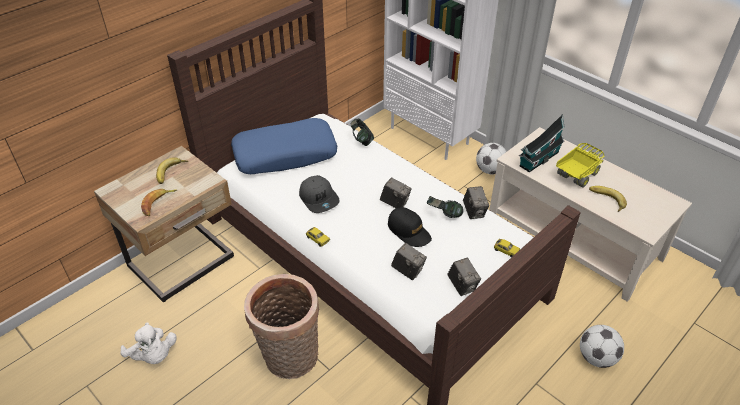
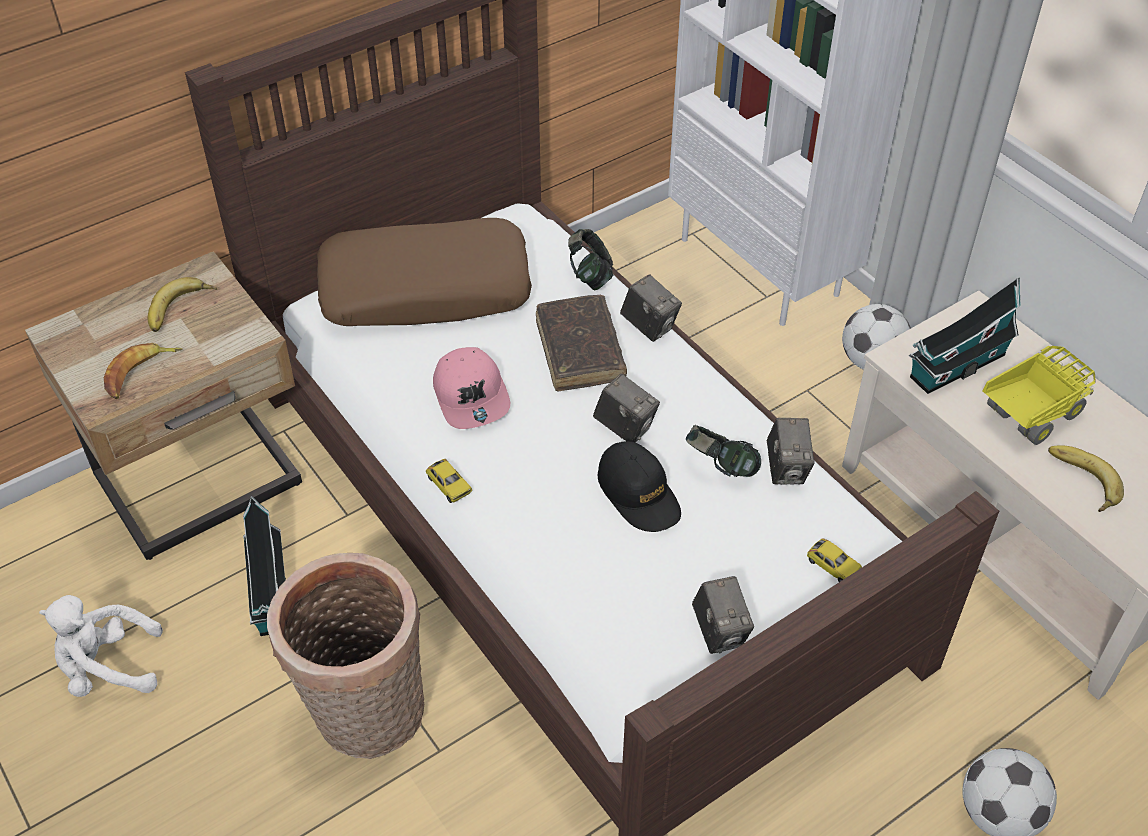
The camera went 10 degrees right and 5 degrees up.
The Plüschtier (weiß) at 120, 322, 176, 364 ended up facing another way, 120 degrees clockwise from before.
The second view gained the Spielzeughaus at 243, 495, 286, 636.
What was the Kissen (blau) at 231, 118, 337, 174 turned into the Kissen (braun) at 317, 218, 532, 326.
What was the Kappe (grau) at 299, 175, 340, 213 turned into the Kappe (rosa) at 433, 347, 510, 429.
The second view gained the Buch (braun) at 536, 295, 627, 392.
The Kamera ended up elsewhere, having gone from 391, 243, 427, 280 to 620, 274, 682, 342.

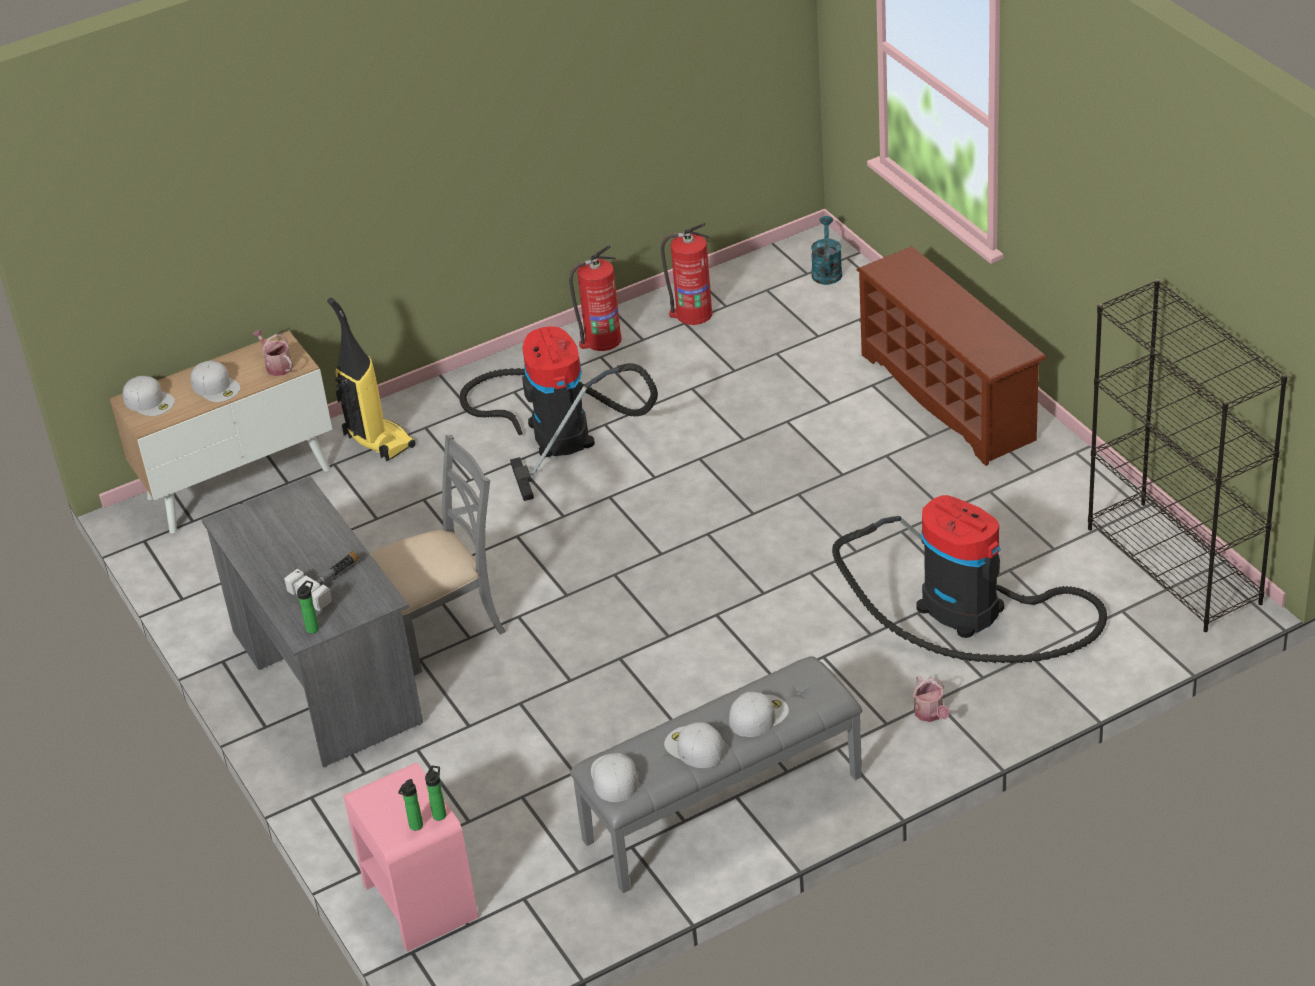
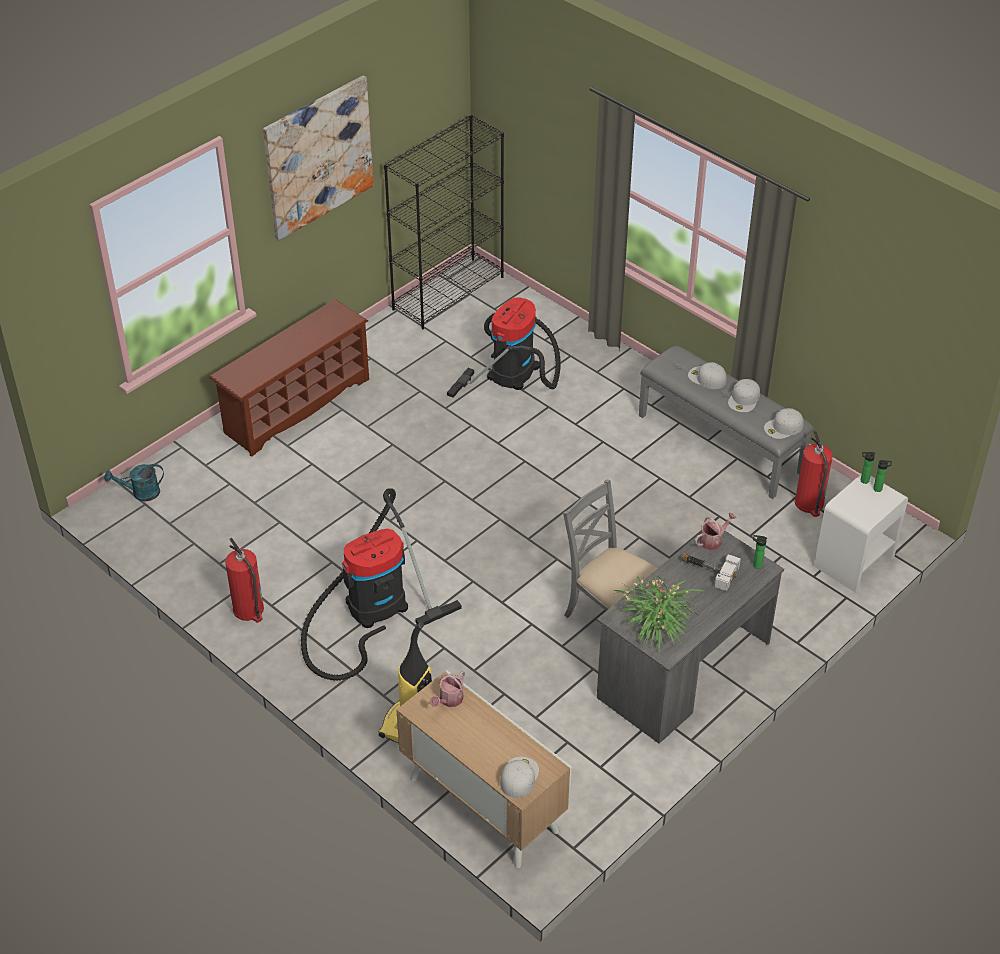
The camera went 110 degrees left and 5 degrees up.
The second view gained the Bild at 263, 75, 374, 240.
The second view gained the Topfpflanze at 614, 576, 703, 651.
The Gießkanne ended up elsewhere, having gone from 913, 675, 950, 722 to 695, 512, 737, 550.
The Feuerlöscher ended up elsewhere, having gone from 661, 223, 713, 325 to 795, 431, 833, 517.
What was the Nachttisch (rosa) at 343, 762, 479, 952 turned into the Nachttisch (weiß) at 814, 474, 908, 593.
The second view lost the Kappe (weiß) at 191, 361, 241, 402.

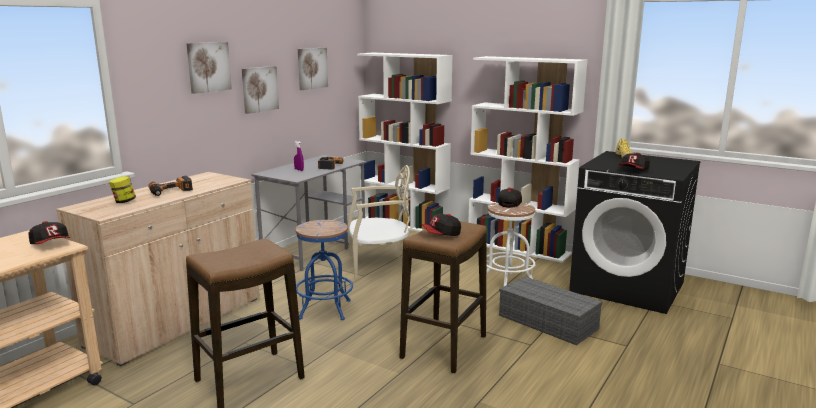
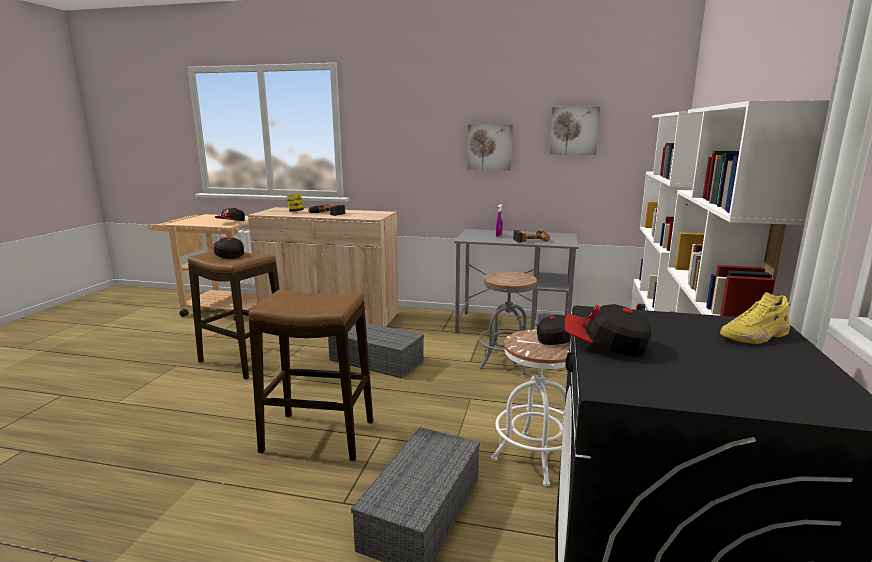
The camera went 70 degrees right and 0 degrees up.
The Kappe ended up elsewhere, having gone from 420, 214, 461, 236 to 212, 237, 244, 259.
Where the Hocker (blau) stood at 296, 220, 353, 320, the Aufbewahrungsbox (grau) came to stand at 328, 323, 424, 378.
Where the Stuhl (beige) stood at 348, 165, 410, 279, the Hocker (grau) came to stand at 478, 271, 537, 375.
The second view lost the Bild at 186, 42, 232, 94.

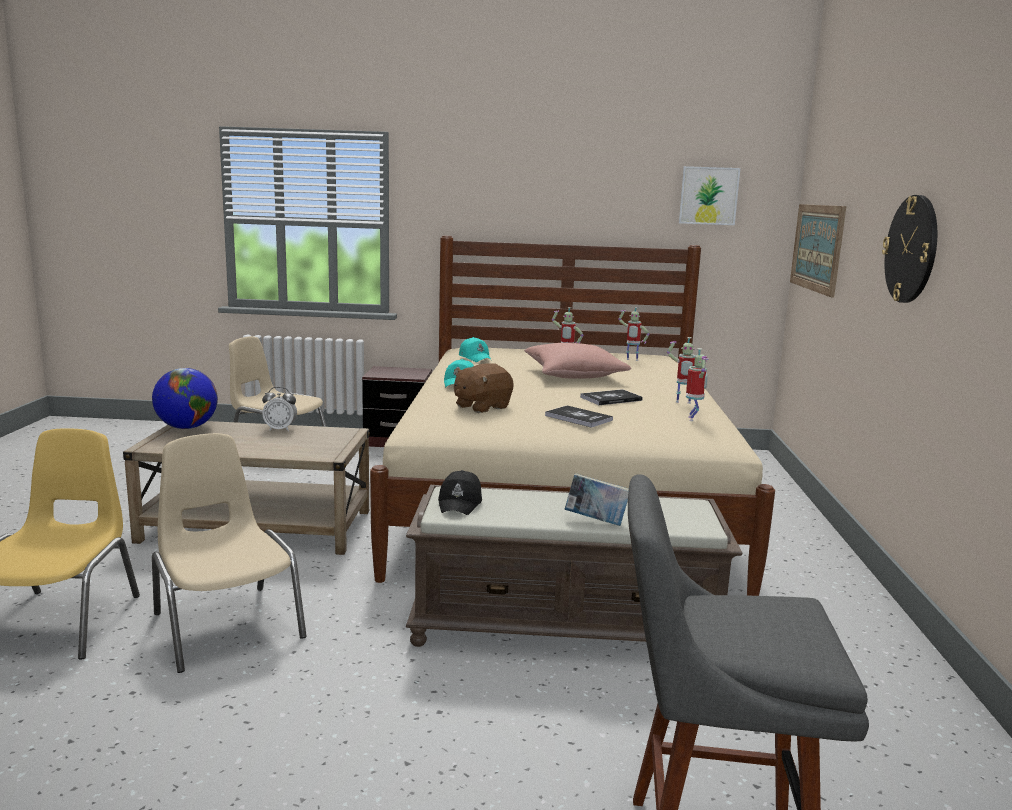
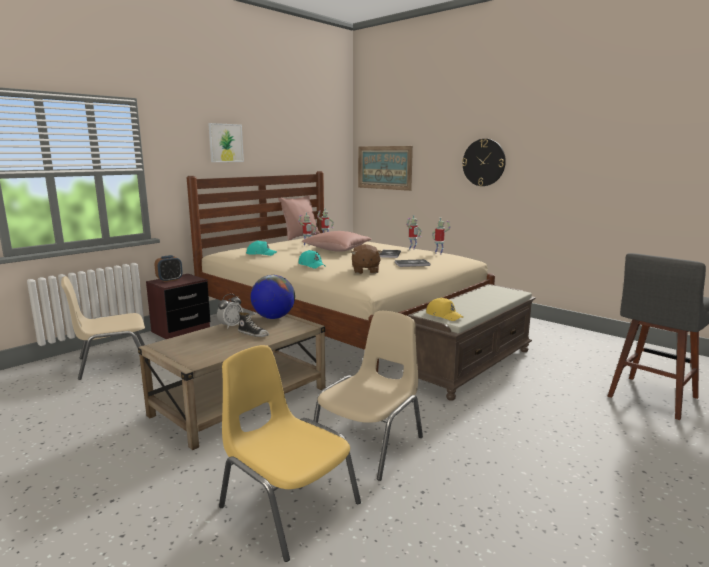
The camera went 50 degrees left and 0 degrees up.
The second view gained the Wecker at 155, 255, 183, 282.
The Bild ended up elsewhere, having gone from 679, 166, 741, 225 to 208, 123, 244, 162.
The second view gained the Schuh at 238, 312, 269, 337.
The Globus ended up elsewhere, having gone from 152, 368, 218, 429 to 250, 275, 295, 319.
The second view gained the Kissen (rosa) at 278, 195, 320, 241.
The Stuhl (beige) at 152, 433, 307, 673 ended up facing another way, 120 degrees clockwise from before.
What was the Kappe (schwarz) at 438, 470, 482, 515 turned into the Kappe (gelb) at 426, 298, 463, 321.
The second view lost the Buch at 565, 473, 629, 526.

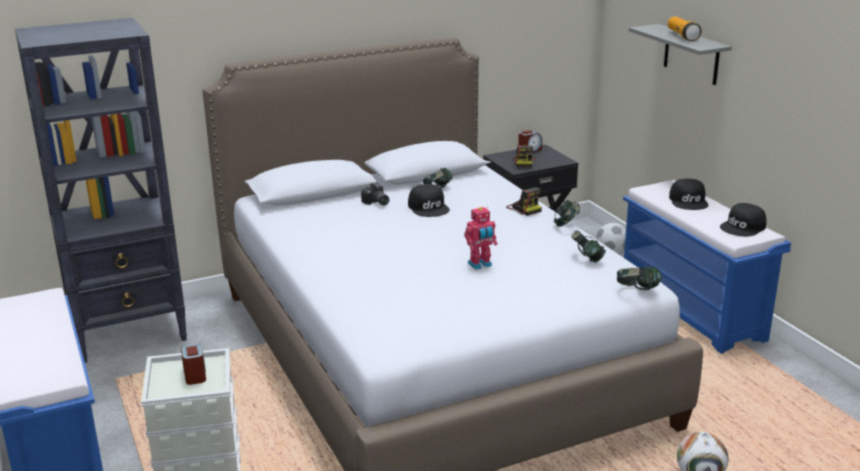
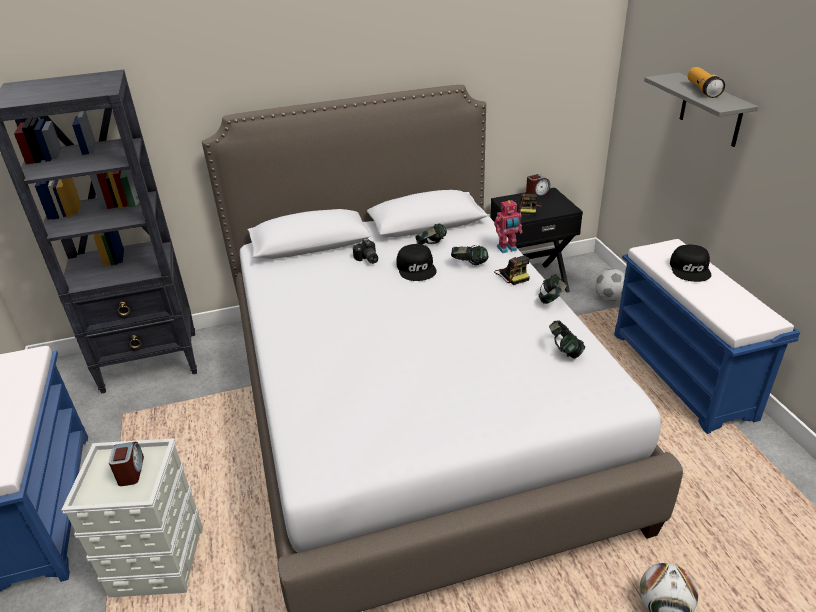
The camera went 10 degrees right and 10 degrees up.
The Kopfhörer ended up elsewhere, having gone from 617, 266, 662, 290 to 451, 245, 488, 265.
The Spielzeugroboter ended up elsewhere, having gone from 464, 207, 497, 270 to 494, 200, 522, 253.
The second view lost the Kappe (schwarz) at 720, 203, 767, 236.

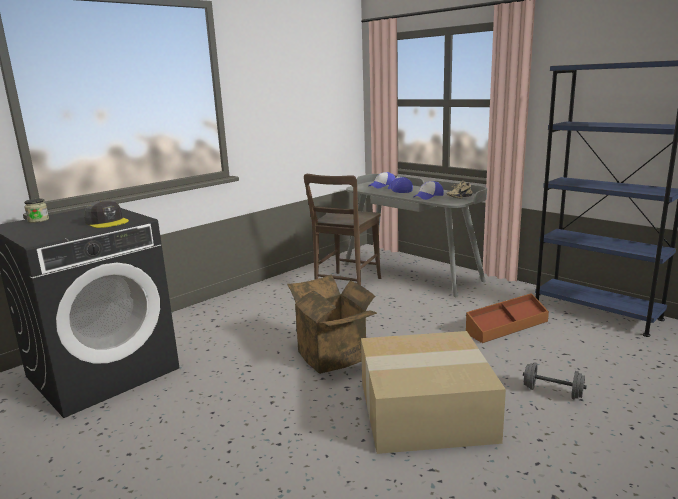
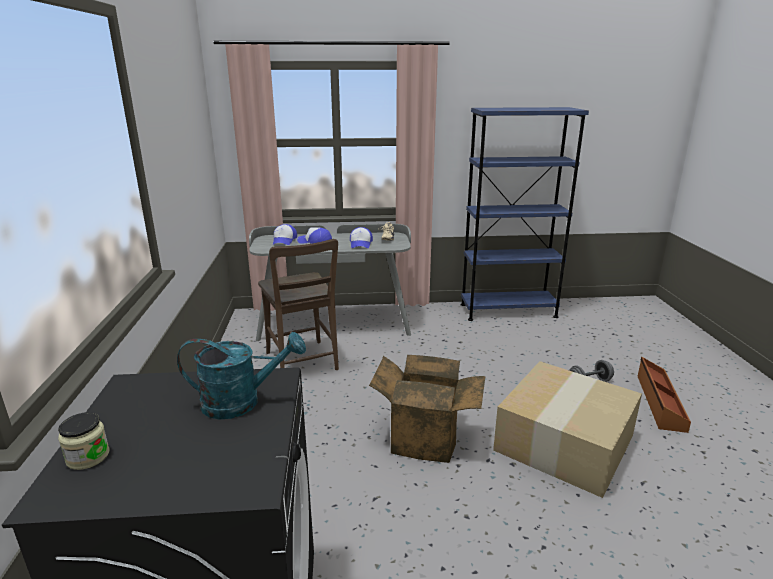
The camera went 50 degrees left and 5 degrees up.
Where the Kappe (grau) stood at 84, 200, 129, 228, the Gießkanne (türkis) came to stand at 177, 332, 306, 419.
The Aufbewahrungsbox (braun) ended up elsewhere, having gone from 466, 293, 549, 343 to 638, 357, 691, 433.

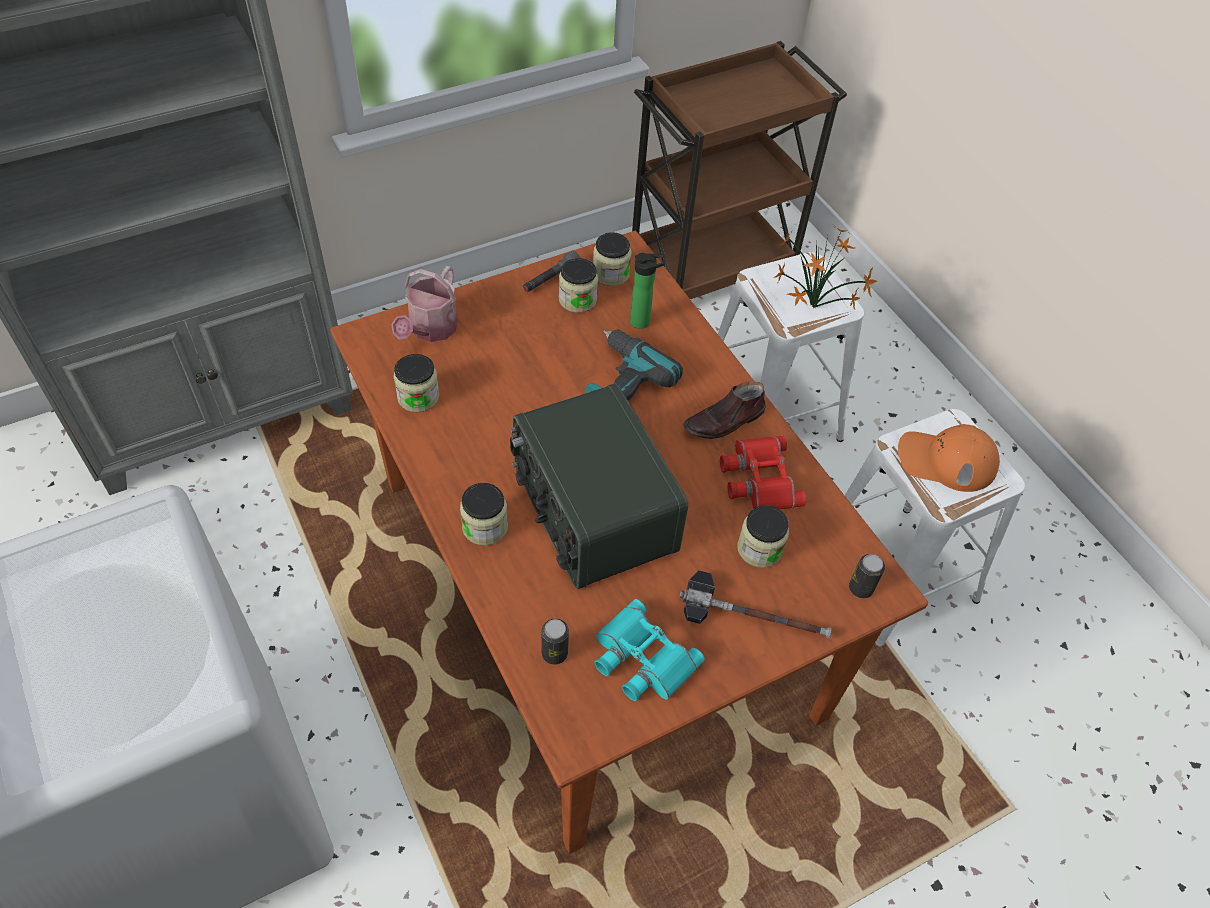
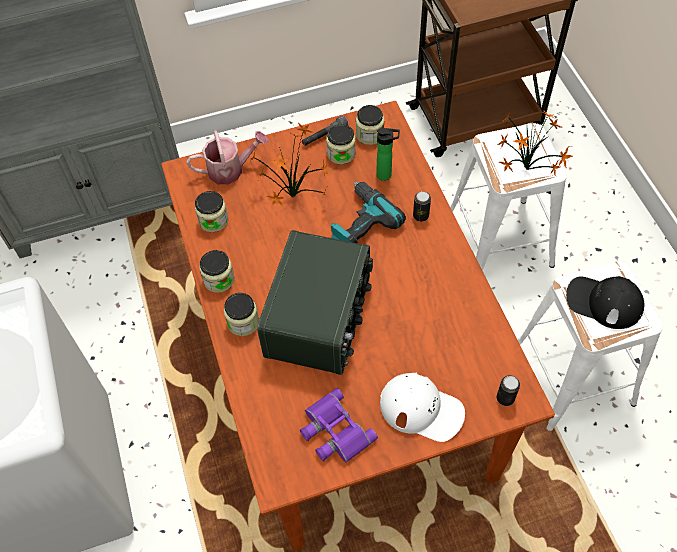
The camera went 15 degrees right and 5 degrees up.
The Gießkanne at 391, 266, 458, 342 ended up facing another way, 135 degrees counterclockwise from before.
The Vorratsglas ended up elsewhere, having gone from 737, 505, 789, 568 to 200, 250, 235, 293.
The second view gained the Topfpflanze at 248, 122, 330, 206.
The Radio at 510, 383, 688, 589 ended up facing another way, 150 degrees counterclockwise from before.
What was the Fernglas (türkis) at 594, 599, 705, 701 turned into the Fernglas (lila) at 300, 388, 378, 463.
Where the Hammer stood at 679, 570, 832, 639, the Kappe (weiß) came to stand at 380, 373, 465, 442.
The Dose ended up elsewhere, having gone from 541, 619, 569, 665 to 413, 191, 431, 222.
What was the Kappe (orange) at 898, 424, 1000, 492 turned into the Kappe (schwarz) at 566, 276, 645, 329.
The second view lost the Schuh (braun) at 683, 381, 766, 439.
The second view lost the Fernglas (rot) at 720, 436, 806, 509.

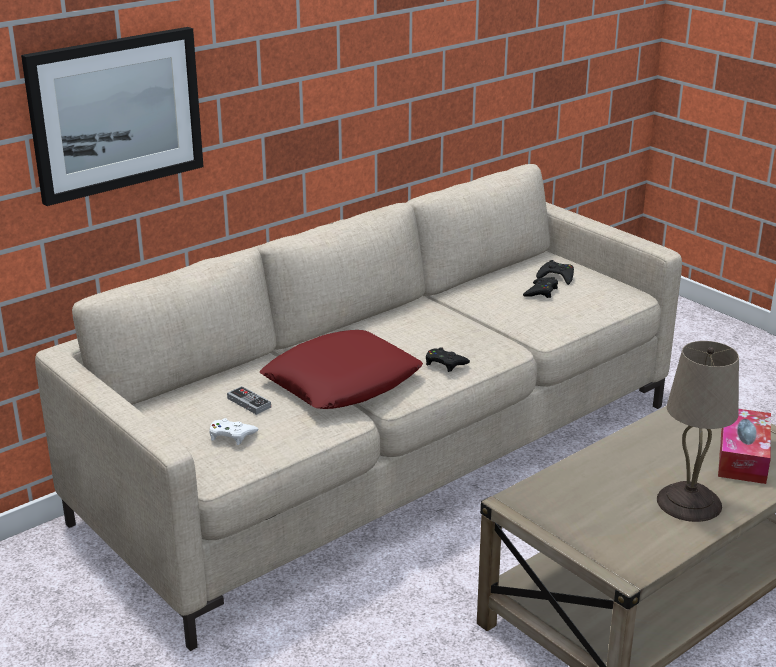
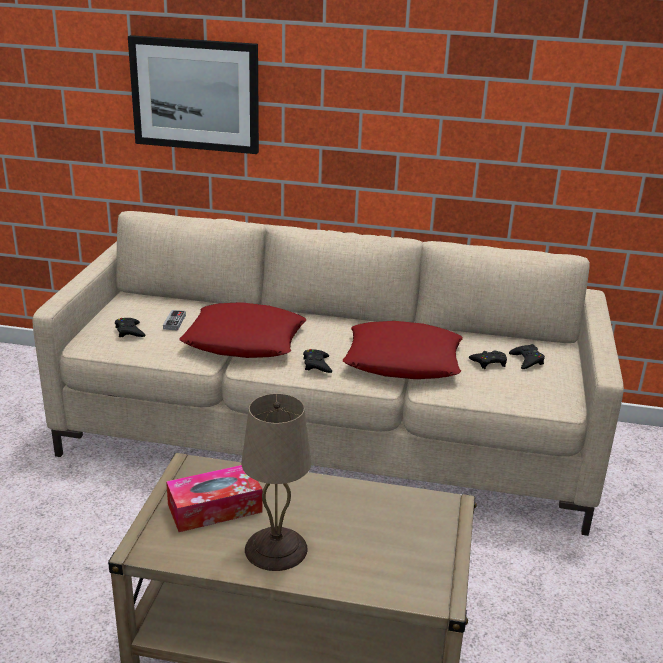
The camera went 50 degrees right and 0 degrees up.
What was the Gamepad (weiß) at 209, 418, 258, 445 turned into the Gamepad (schwarz) at 115, 318, 146, 337.
The Taschentuchbox ended up elsewhere, having gone from 718, 409, 771, 484 to 166, 465, 263, 532.
The second view gained the Kissen (rot) at 343, 321, 463, 379.

